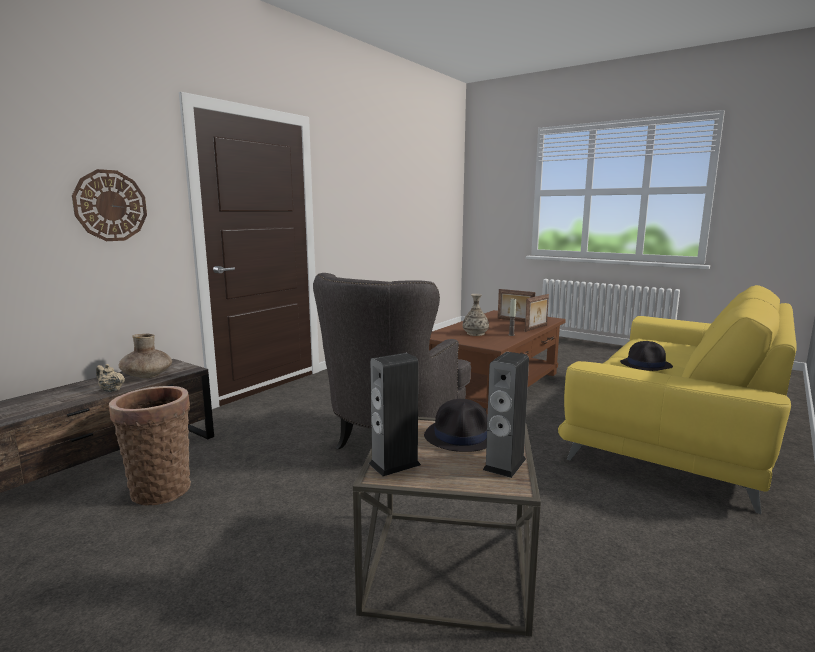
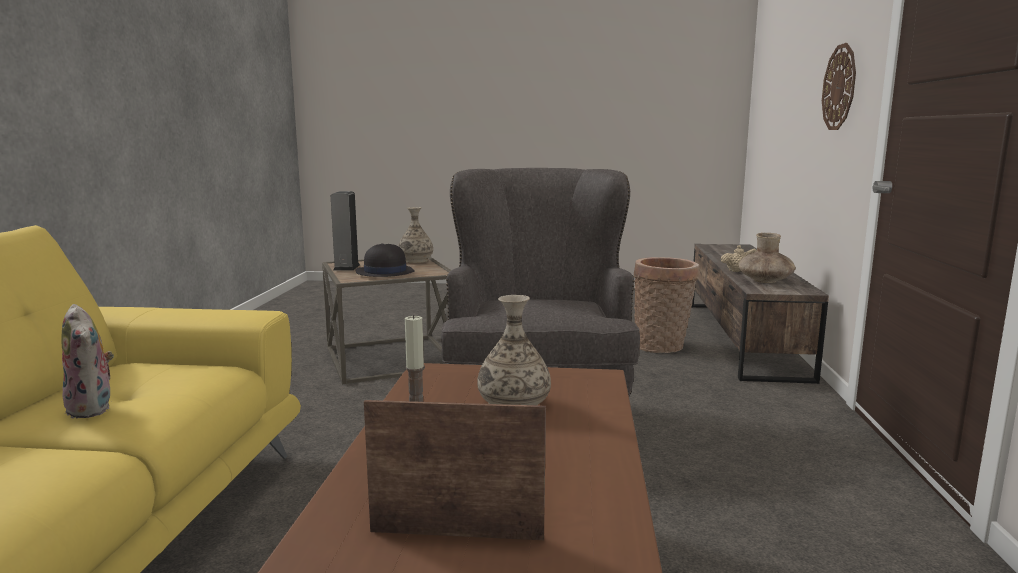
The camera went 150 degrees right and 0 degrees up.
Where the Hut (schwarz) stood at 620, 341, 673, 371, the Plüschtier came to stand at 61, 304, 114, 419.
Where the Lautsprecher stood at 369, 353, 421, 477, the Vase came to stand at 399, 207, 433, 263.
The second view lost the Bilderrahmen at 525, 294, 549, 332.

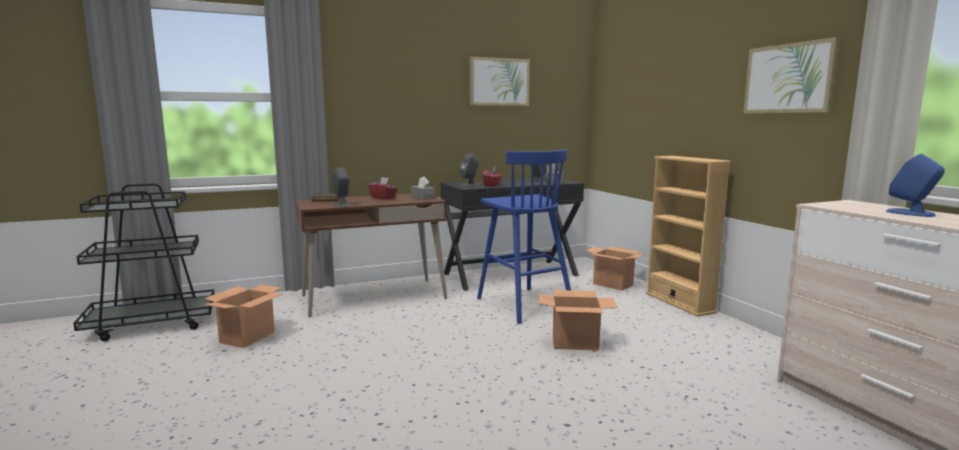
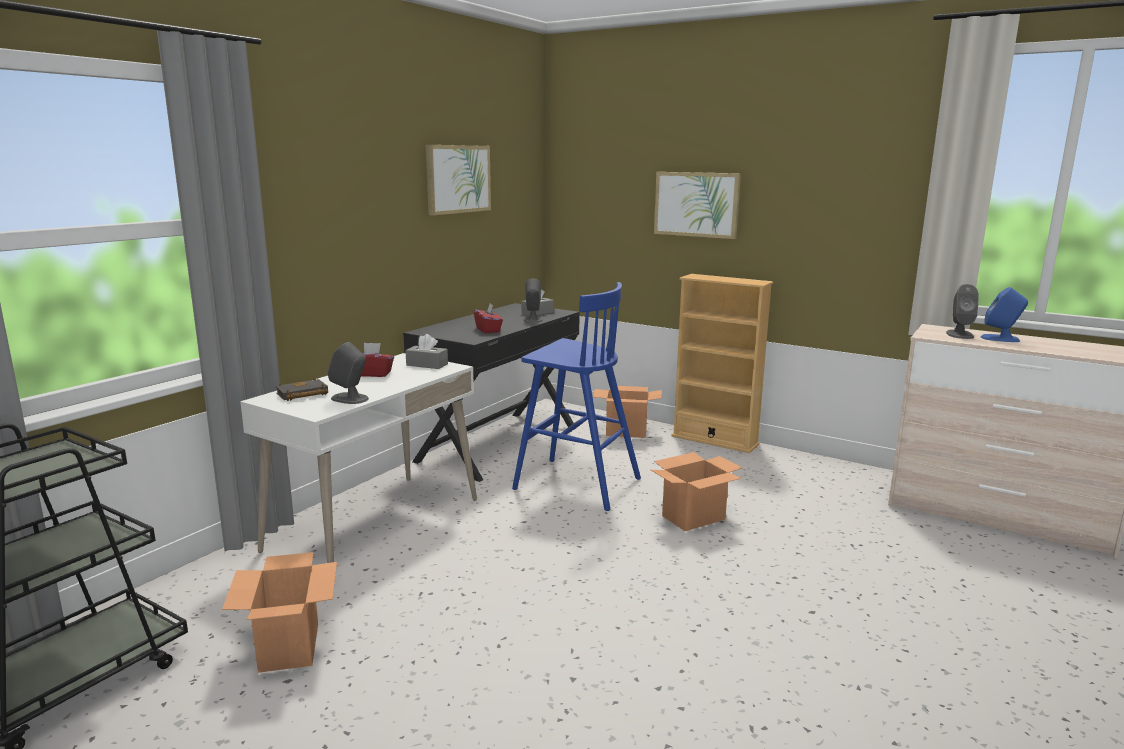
The camera went 35 degrees left and 5 degrees up.
What was the Schreibtisch (braun) at 295, 194, 447, 317 turned into the Schreibtisch (weiß) at 240, 353, 477, 563.
The Bild ended up elsewhere, having gone from 743, 37, 840, 113 to 654, 172, 741, 239.
The Lautsprecher (grau) ended up elsewhere, having gone from 459, 153, 479, 186 to 946, 284, 979, 339.

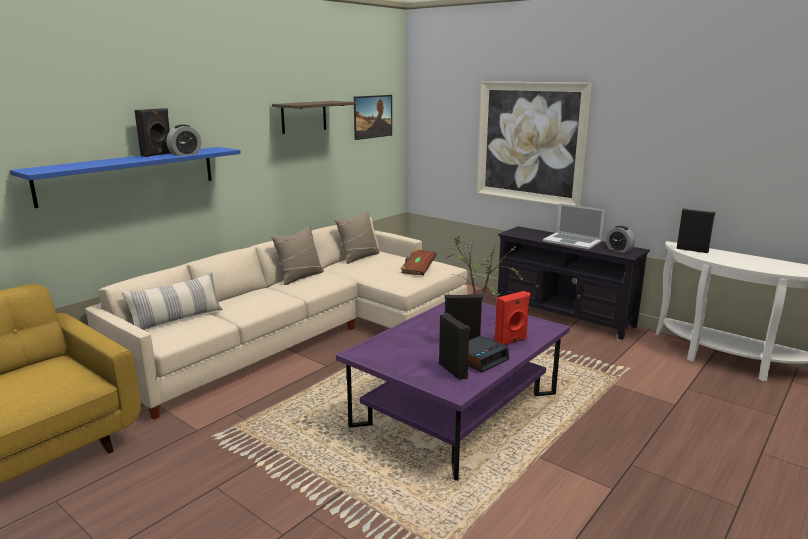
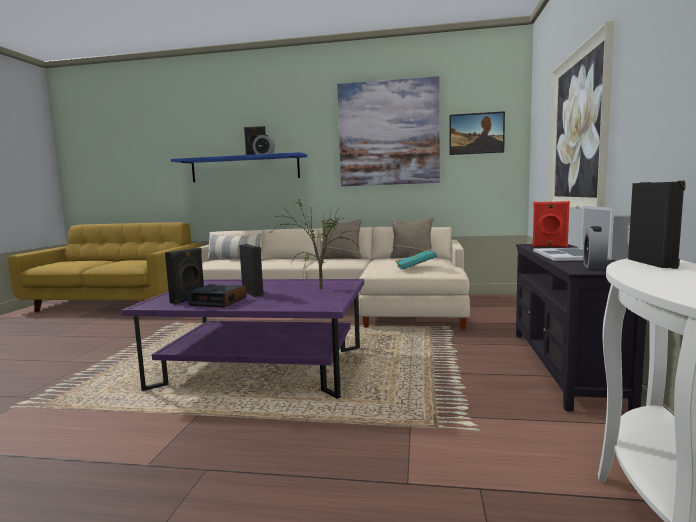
The camera went 60 degrees right and 10 degrees down.
Where the Wandregal hung at 272, 101, 357, 134, the Bild came to hang at 337, 76, 440, 186.
What was the Buch (braun) at 400, 249, 437, 276 turned into the Buch (türkis) at 396, 249, 437, 270.
The Lautsprecher (rot) ended up elsewhere, having gone from 495, 291, 530, 345 to 532, 201, 570, 248.

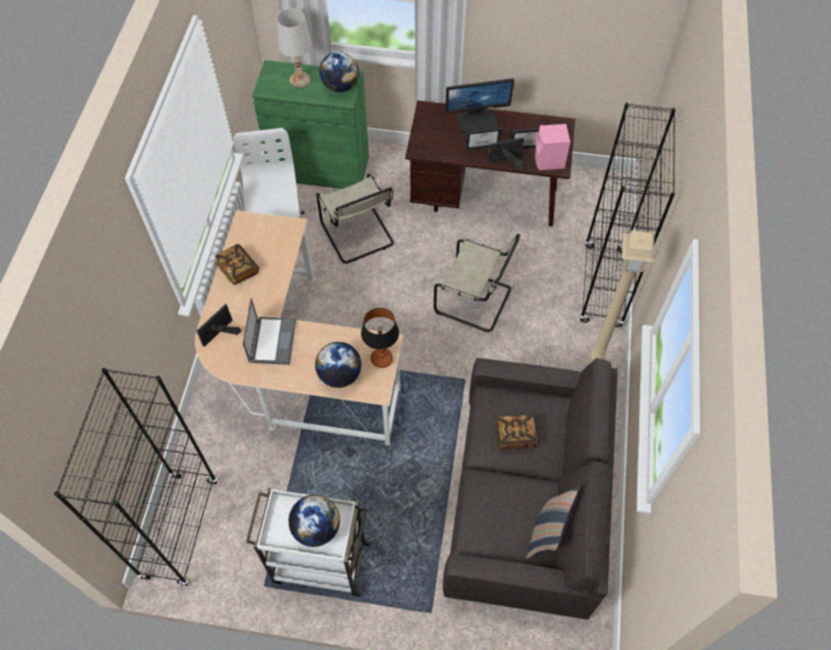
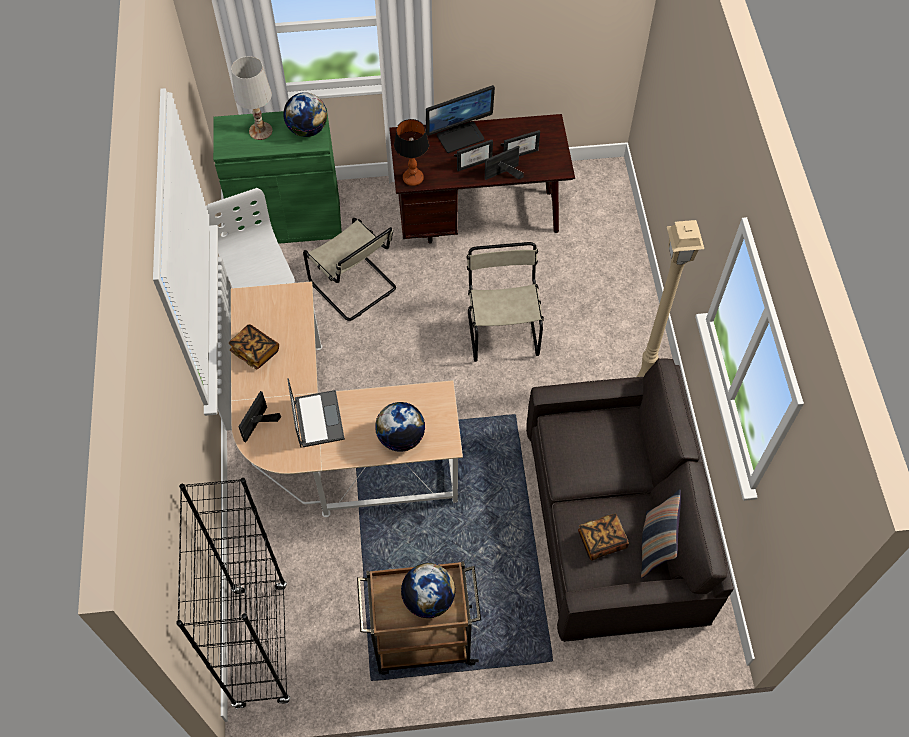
The camera went 15 degrees left and 0 degrees up.
What was the Rollwagen (weiß) at 246, 488, 373, 597 turned into the Rollwagen (braun) at 357, 561, 481, 675.
The Tischlampe ended up elsewhere, having gone from 361, 308, 399, 368 to 394, 119, 429, 186.
The Stuhl (beige) at 434, 234, 520, 332 ended up facing another way, 105 degrees counterclockwise from before.
The Buch ended up elsewhere, having gone from 496, 415, 537, 451 to 578, 514, 629, 561.
The second view lost the Lautsprecher (rosa) at 535, 124, 570, 170.
The second view lost the Bücherregal (schwarz) at 579, 102, 676, 327.

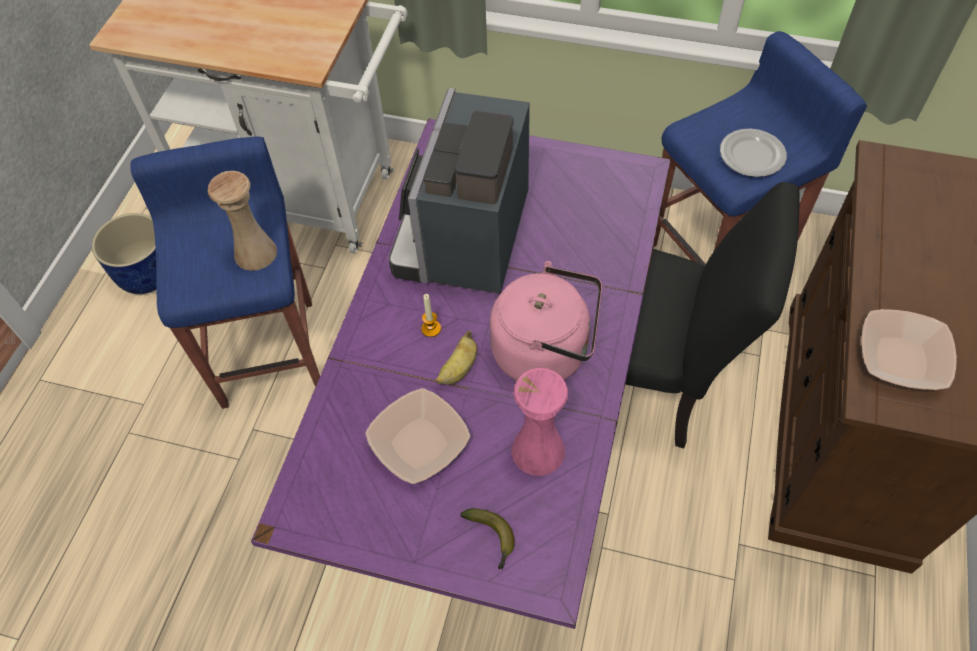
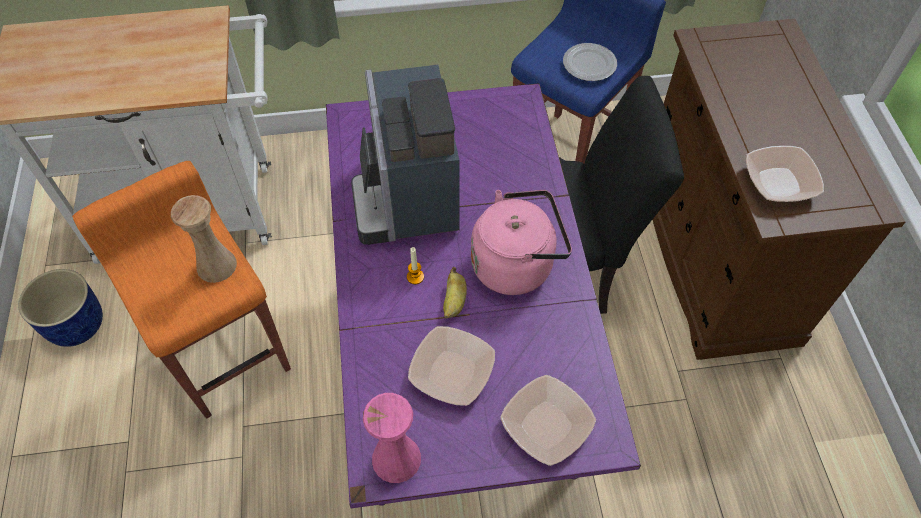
The camera went 25 degrees left and 0 degrees up.
What was the Hocker (blau) at 130, 137, 320, 409 turned into the Hocker (orange) at 72, 160, 291, 419.
The Vase (rosa) ended up elsewhere, having gone from 511, 368, 568, 476 to 363, 393, 421, 483.
Where the Banane stood at 460, 508, 515, 570, the Schüssel came to stand at 500, 375, 596, 466.

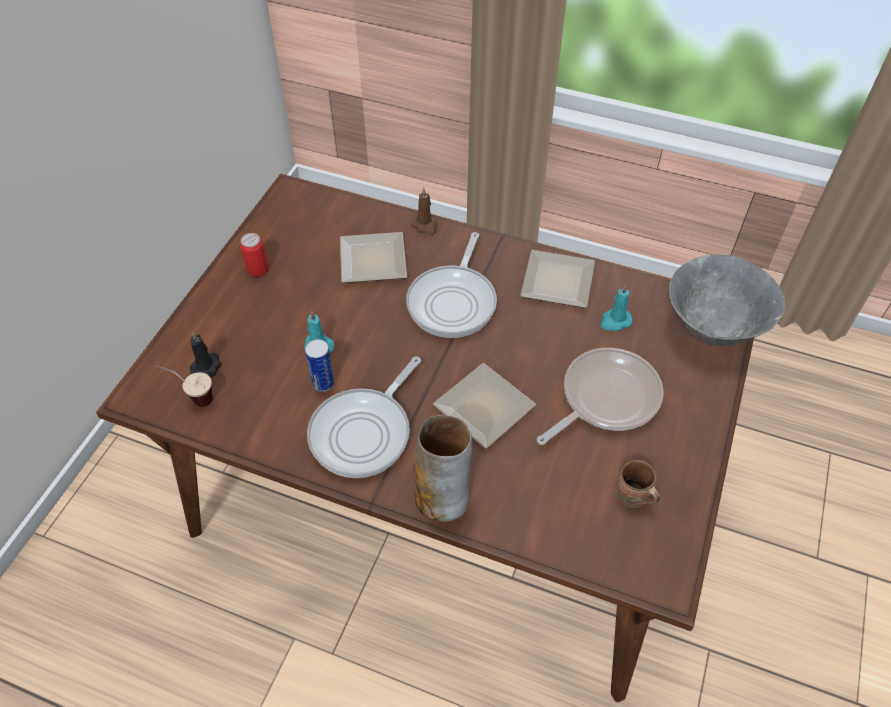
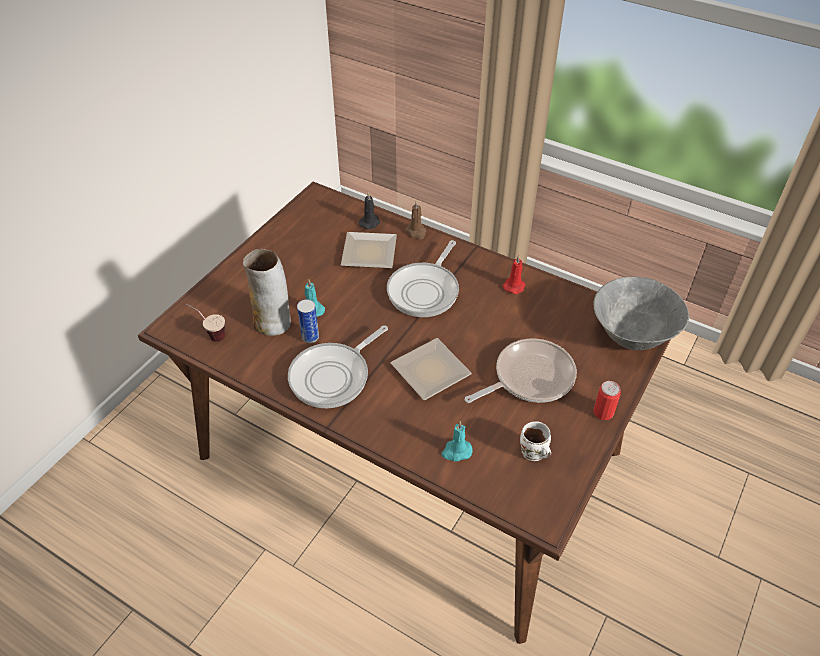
The camera went 10 degrees right and 5 degrees down.
The Vase ended up elsewhere, having gone from 414, 415, 472, 522 to 243, 249, 291, 336.
The Kerze (schwarz) ended up elsewhere, having gone from 190, 332, 221, 378 to 359, 192, 380, 230.
The Kerze (türkis) ended up elsewhere, having gone from 601, 284, 632, 331 to 442, 421, 473, 461.
Where the Teller stood at 520, 250, 595, 308, the Kerze (rot) came to stand at 503, 255, 525, 294.
What was the Henkelbecher (braun) at 618, 460, 660, 507 turned into the Henkelbecher (weiß) at 520, 421, 551, 461.
The Dose ended up elsewhere, having gone from 240, 233, 269, 277 to 593, 381, 621, 420.

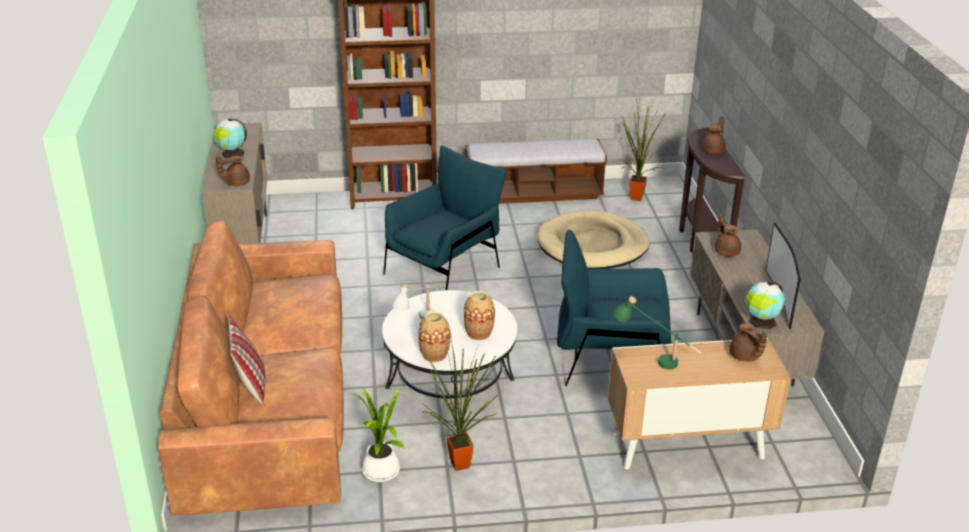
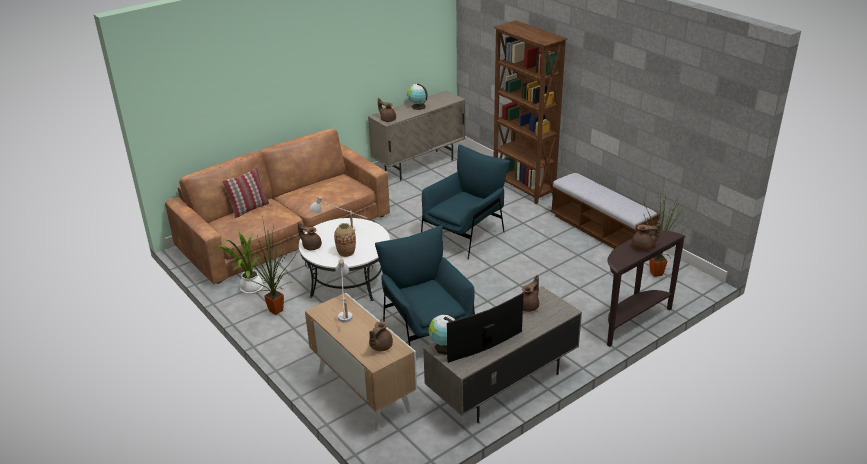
The camera went 60 degrees right and 0 degrees up.
Where the Vase stood at 418, 311, 450, 362, the Teekanne (braun) came to stand at 298, 222, 322, 250.
What was the Tischlampe (grün) at 613, 296, 702, 369 turned into the Tischlampe (weiß) at 335, 259, 353, 323.
The Sessel (blau) at 383, 146, 507, 290 ended up facing another way, 60 degrees counterclockwise from before.
The second view lost the Hundebett (beige) at 537, 210, 650, 269.

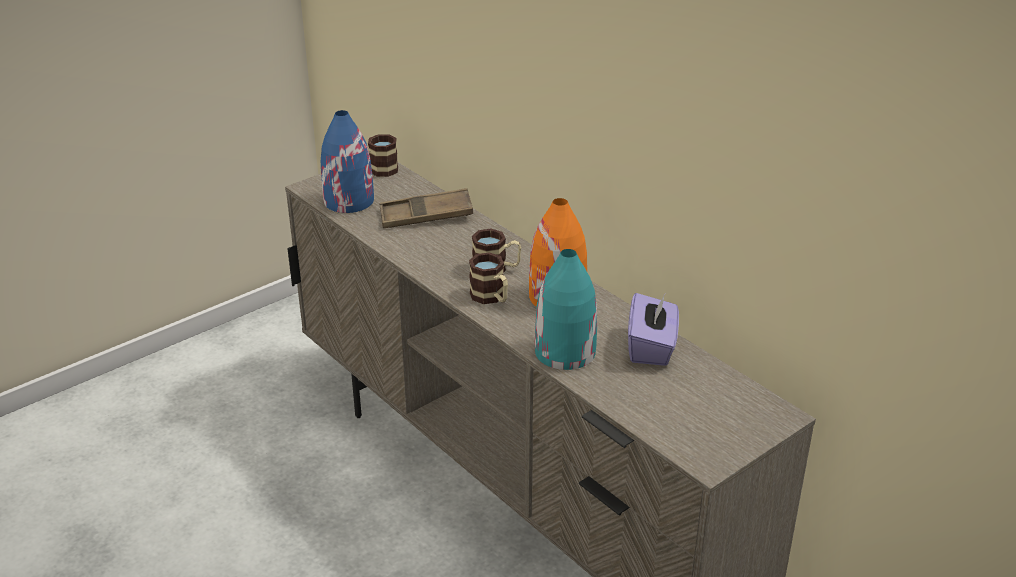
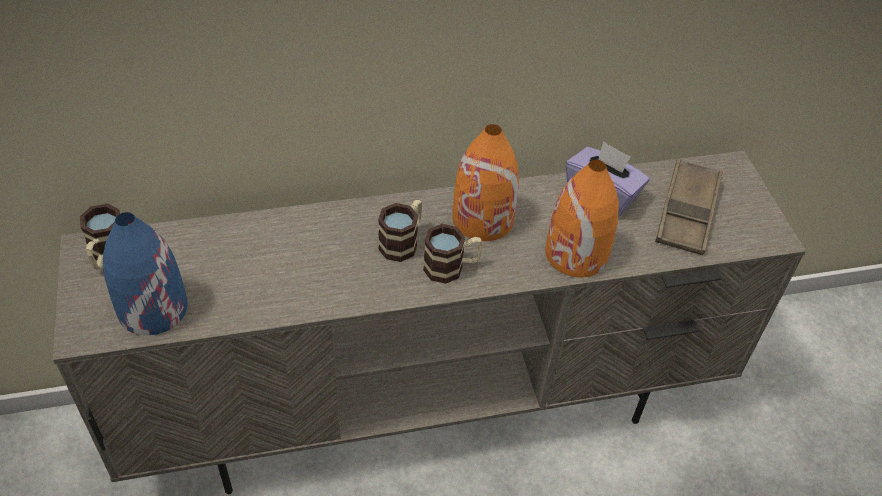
The camera went 65 degrees left and 15 degrees up.
What was the Vase (türkis) at 535, 249, 597, 370 turned into the Vase (orange) at 545, 160, 619, 277.
The Tablett (braun) ended up elsewhere, having gone from 379, 188, 473, 228 to 655, 159, 723, 255.

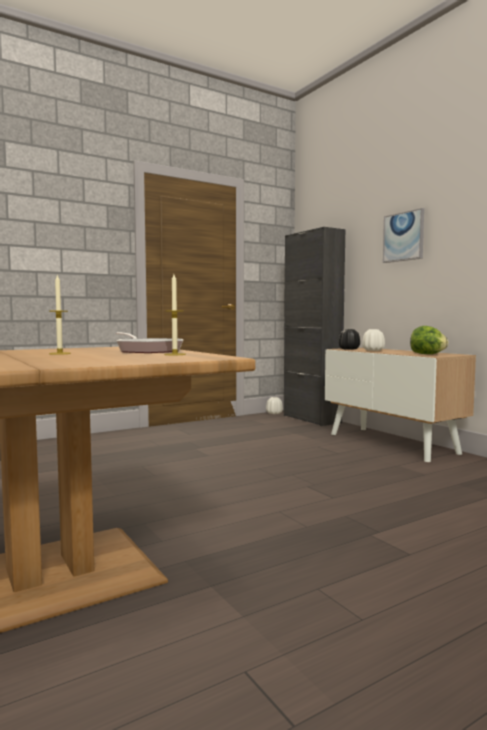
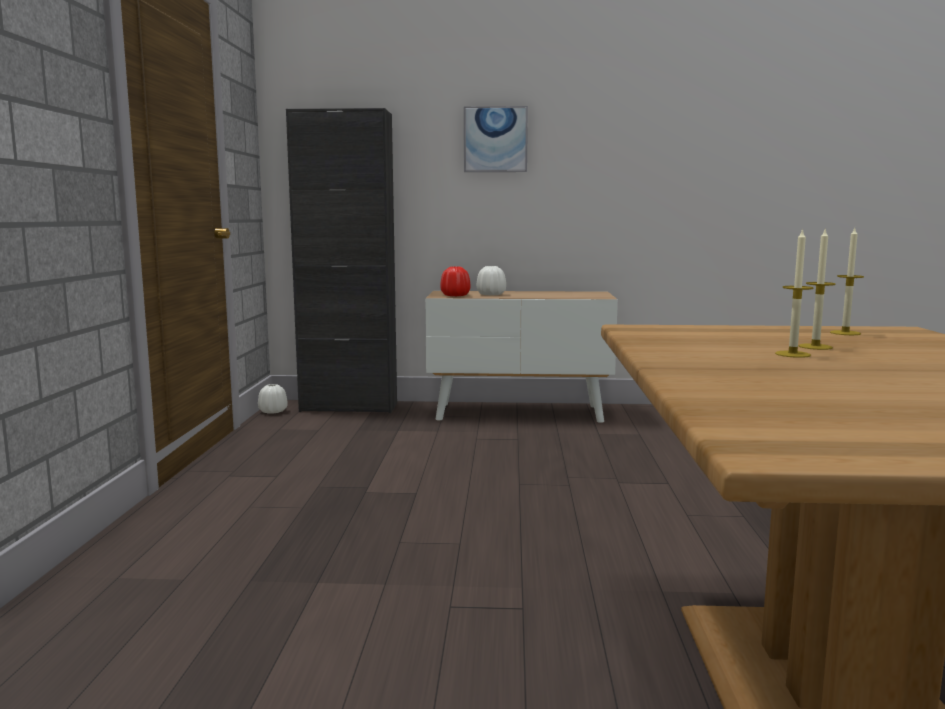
The camera went 55 degrees left and 5 degrees up.
What was the Vase (schwarz) at 339, 329, 360, 350 turned into the Vase (rot) at 440, 266, 470, 296.
The second view gained the Kerze at 799, 230, 836, 350.
The second view lost the Pfanne at 116, 332, 183, 353.
The second view lost the Salatkopf at 410, 326, 448, 354.

